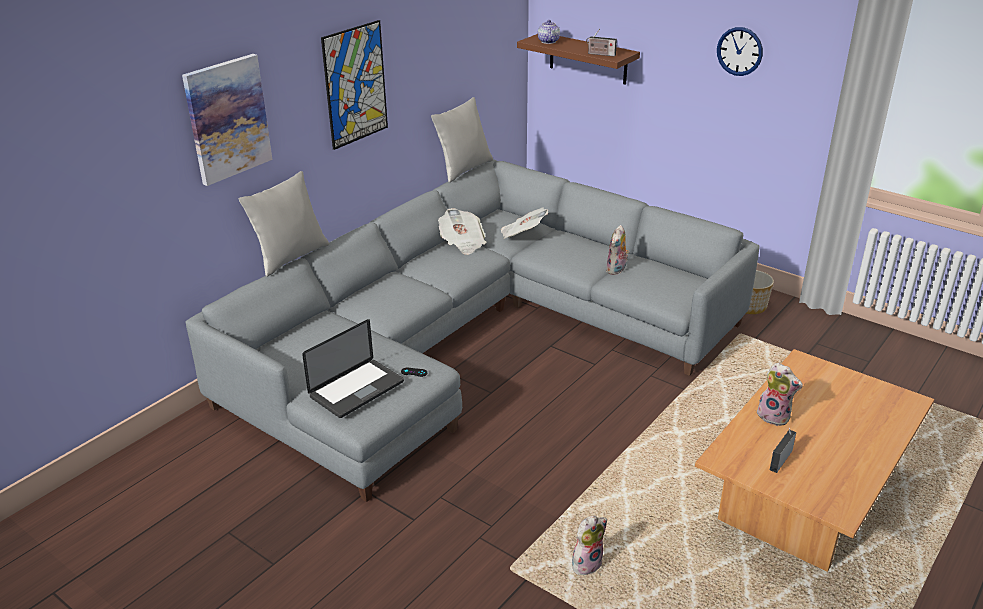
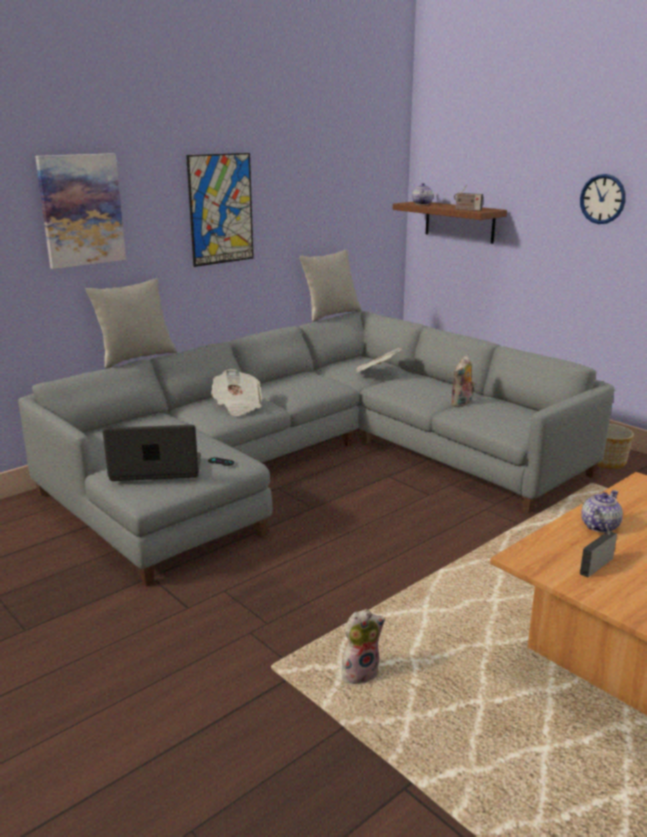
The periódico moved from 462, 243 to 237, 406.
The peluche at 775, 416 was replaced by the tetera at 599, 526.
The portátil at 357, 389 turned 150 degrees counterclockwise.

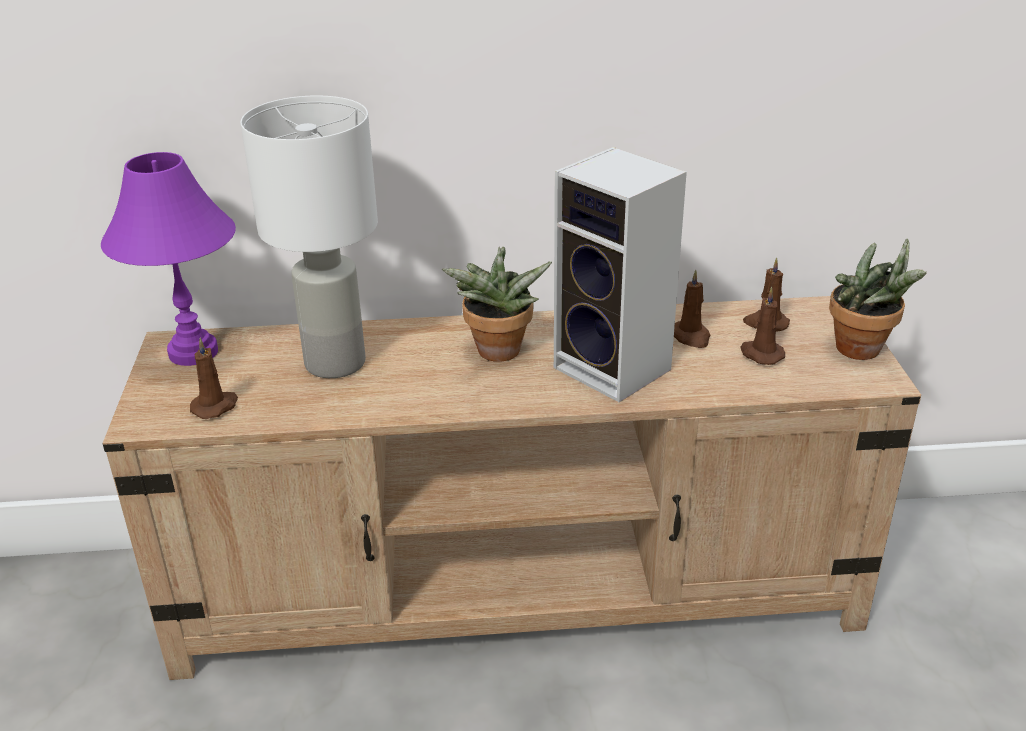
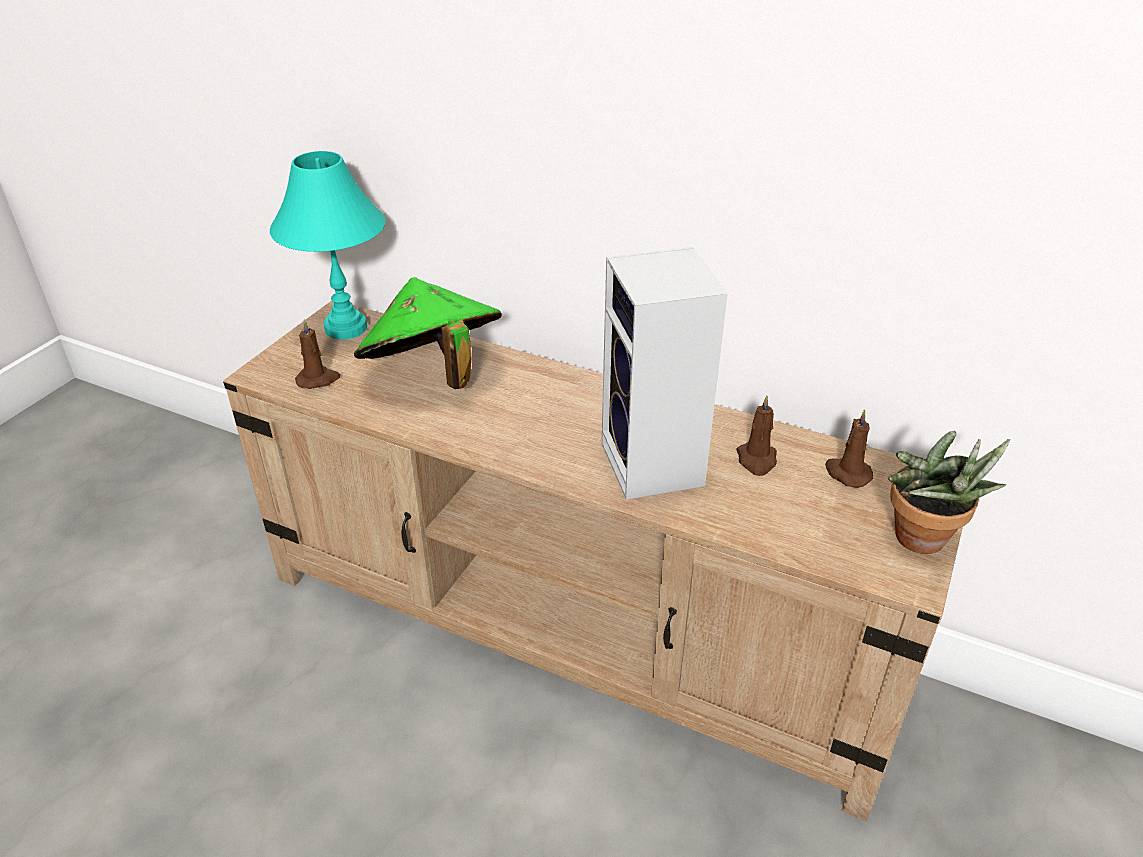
The planta en maceta at 498, 354 disappeared.
The vela [marrón] at 760, 354 disappeared.
The lámpara de mesa [blanco] at 334, 364 was replaced by the sombrero [verde] at 433, 375.
The lámpara de mesa [morado] at 193, 352 became the lámpara de mesa [turquesa] at 346, 327.

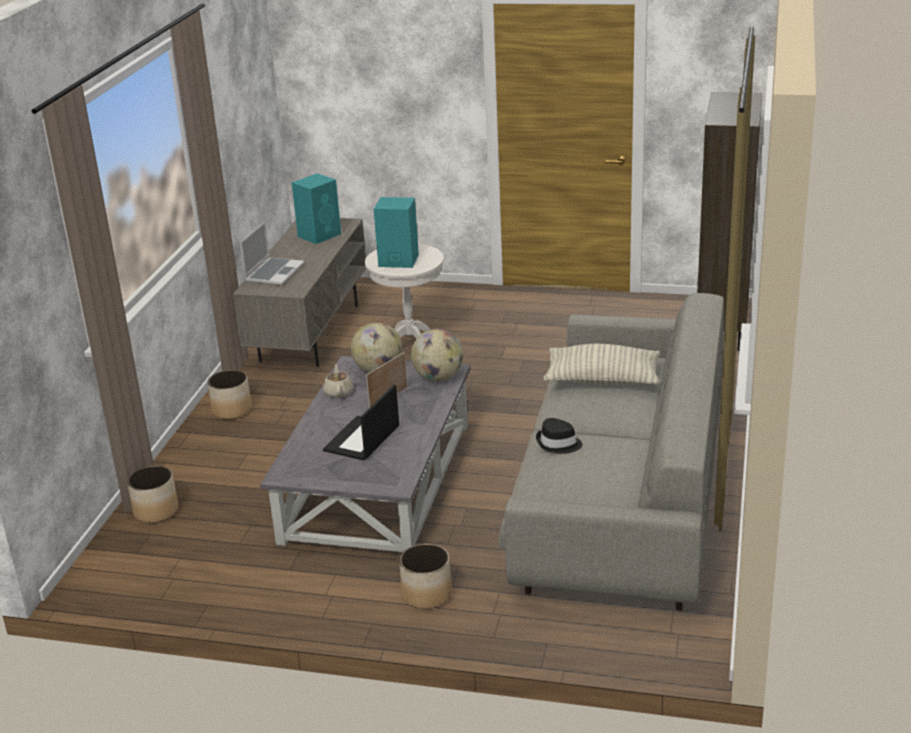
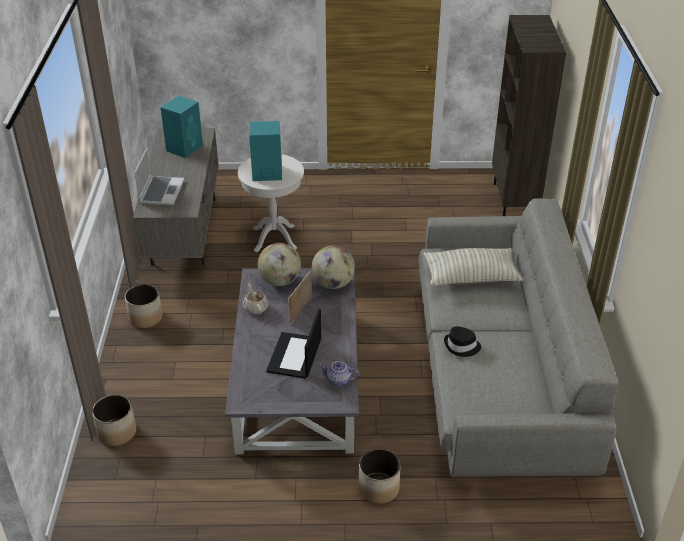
The tetera at 339, 380 appeared.

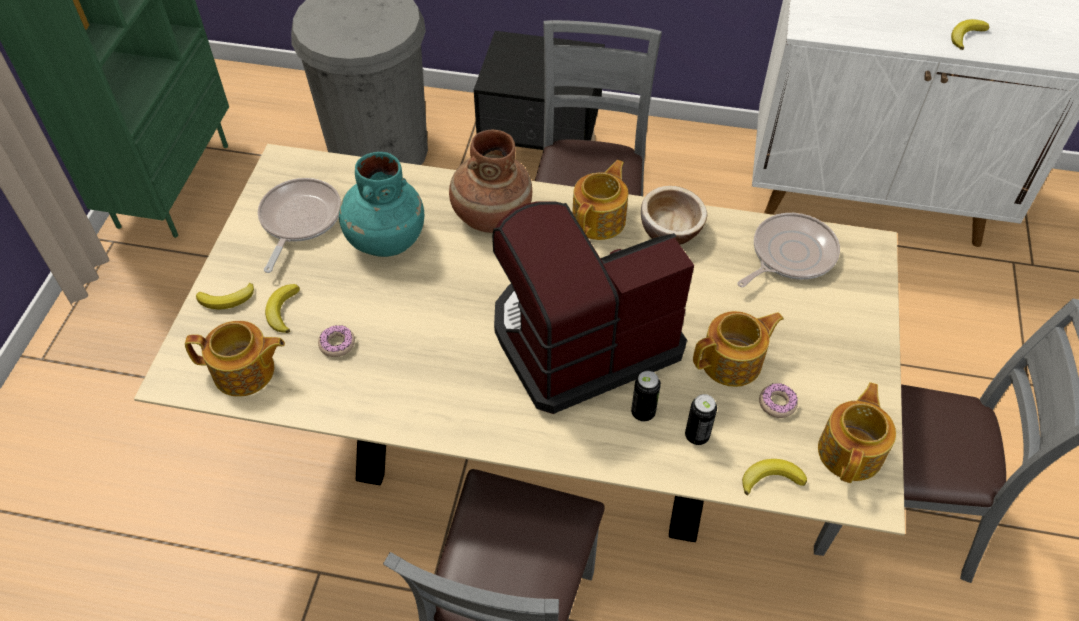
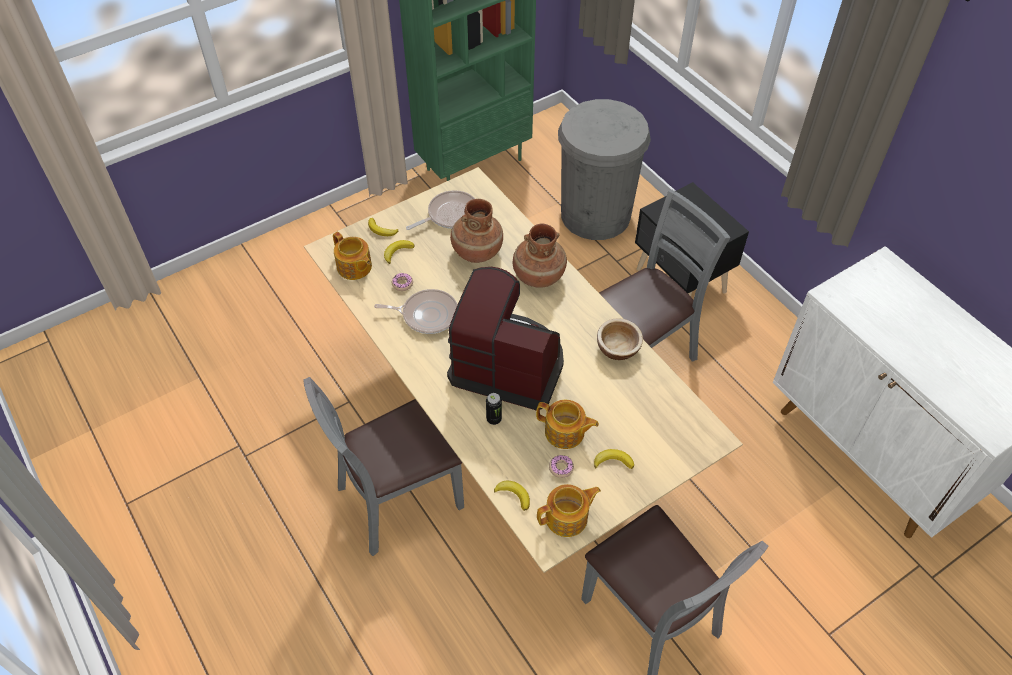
The tetera at 600, 219 disappeared.
The lata at 697, 436 disappeared.
The sartén moved from 789, 254 to 427, 315.
The plátano moved from 966, 36 to 613, 461.
The florero [turquesa] at 385, 239 became the florero [marrón] at 476, 251.

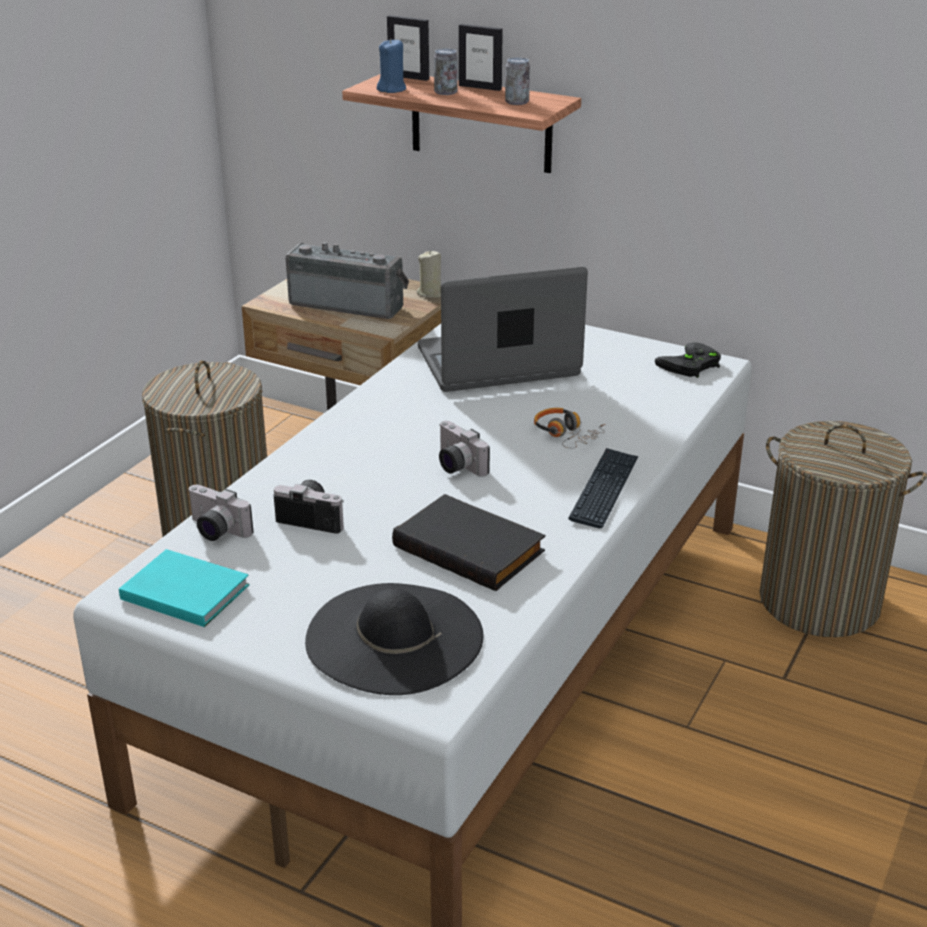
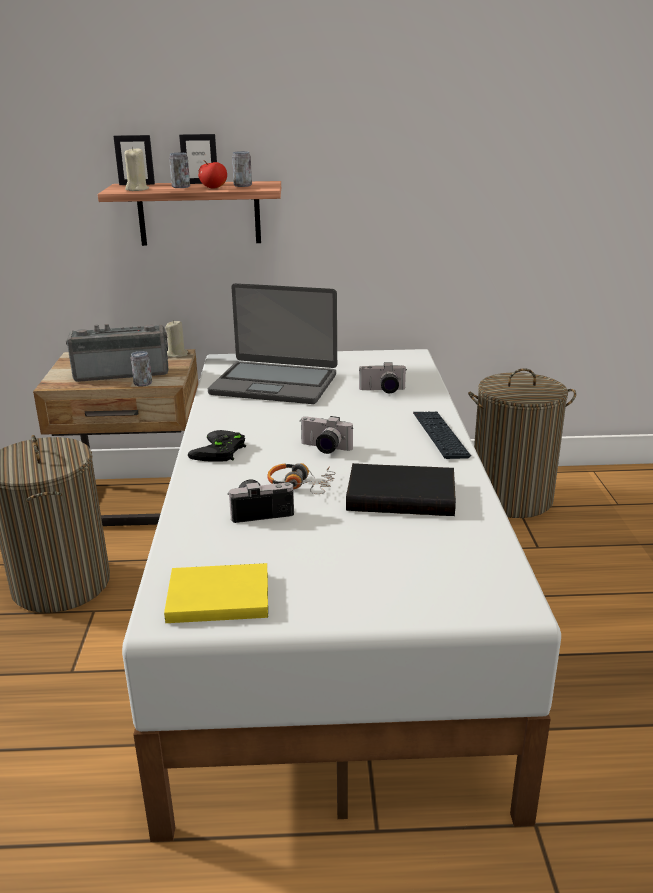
The sombrero [negro] at 394, 637 disappeared.
The lata at 143, 383 appeared.
The manzana at 213, 188 appeared.
The cámara moved from 215, 531 to 382, 391.
The auriculares moved from 567, 434 to 301, 484.
The mando de consola [negro] moved from 690, 365 to 220, 451.
The libro [turquesa] at 184, 590 became the libro [amarillo] at 216, 596.
The vela [azul] at 392, 89 became the vela [beis] at 137, 189.
The portátil at 498, 363 turned 120 degrees counterclockwise.

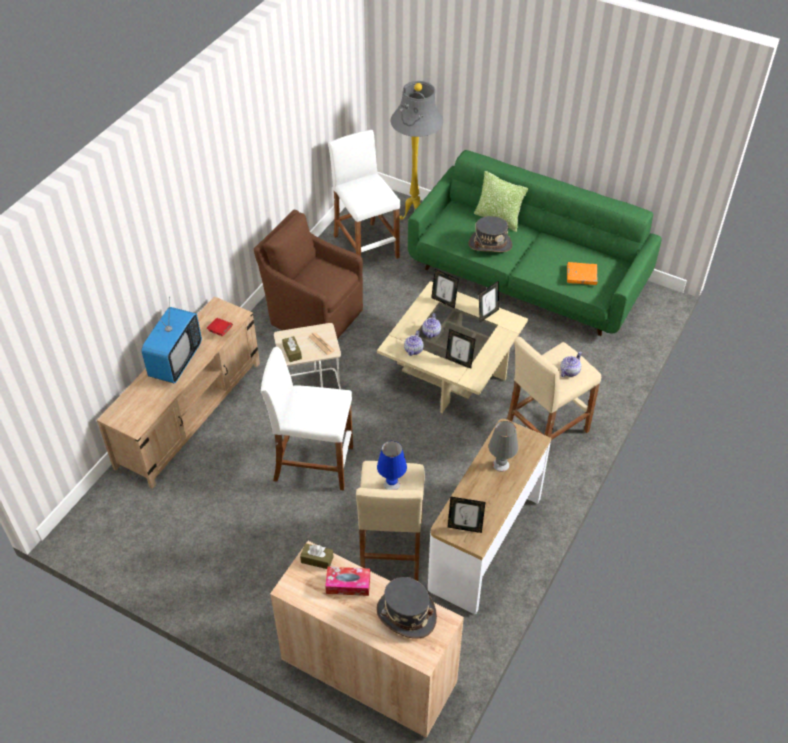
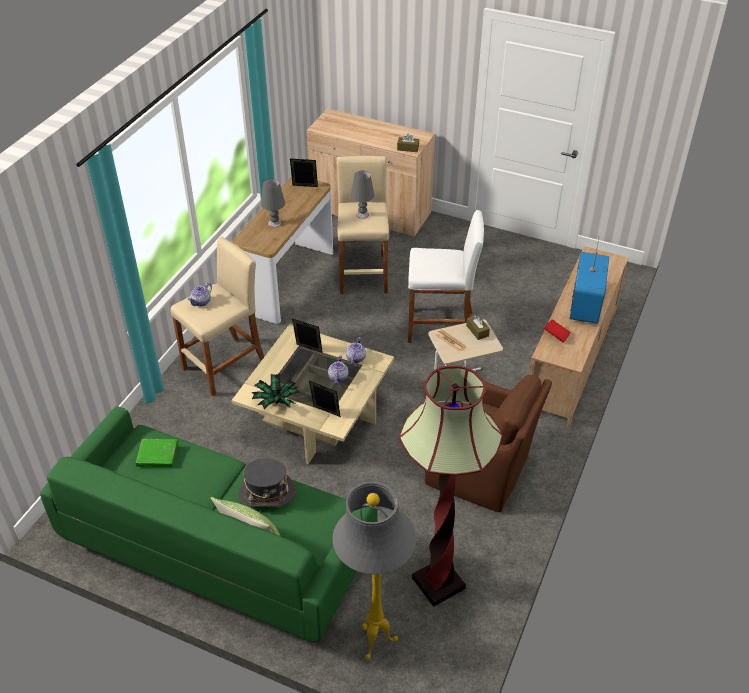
The caja de pañuelos at 348, 584 disappeared.
The sombrero [gris] at 406, 614 disappeared.
The taburete [blanco] at 365, 246 was replaced by the lámpara de pie at 438, 583.
The portarretratos at 487, 314 was replaced by the planta en maceta at 276, 401.
The lámpara de mesa [azul] at 391, 484 became the lámpara de mesa [gris] at 362, 214.
The libro [naranja] at 581, 275 became the libro [verde] at 157, 455.

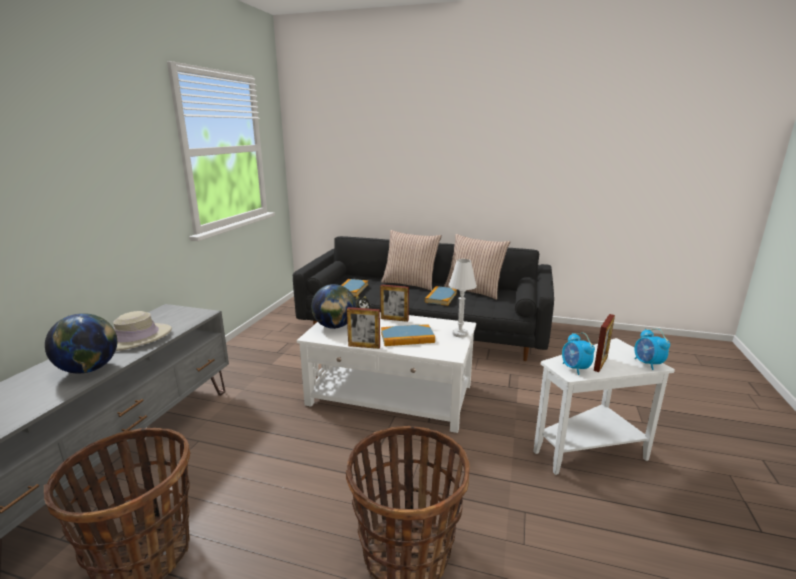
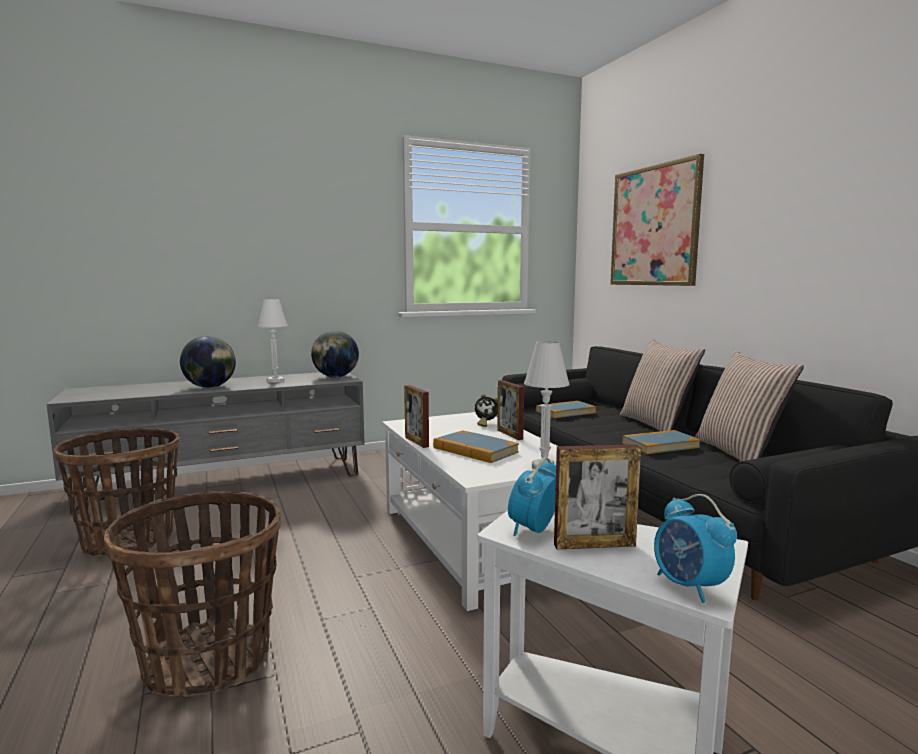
The cuadro at 654, 226 appeared.
The globo terráqueo moved from 334, 326 to 335, 377.
The sombrero [beis] at 136, 337 was replaced by the lámpara de mesa [blanco] at 275, 381.
The despertador at 647, 364 turned 60 degrees counterclockwise.

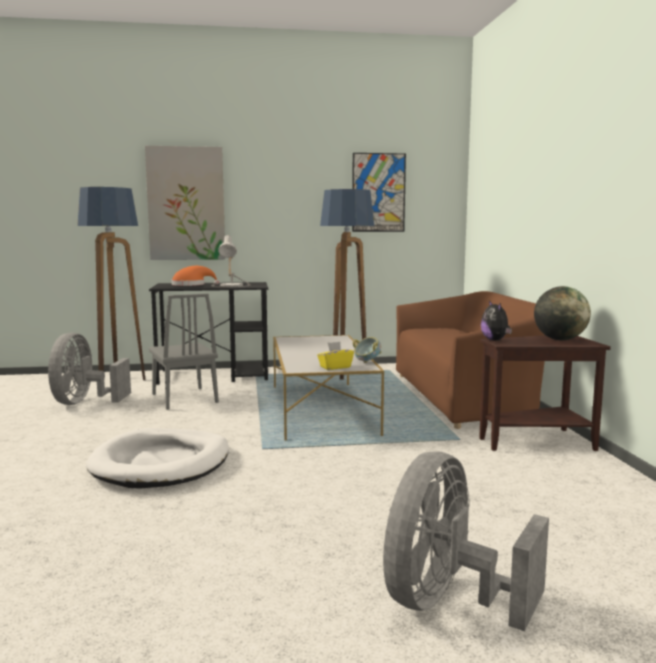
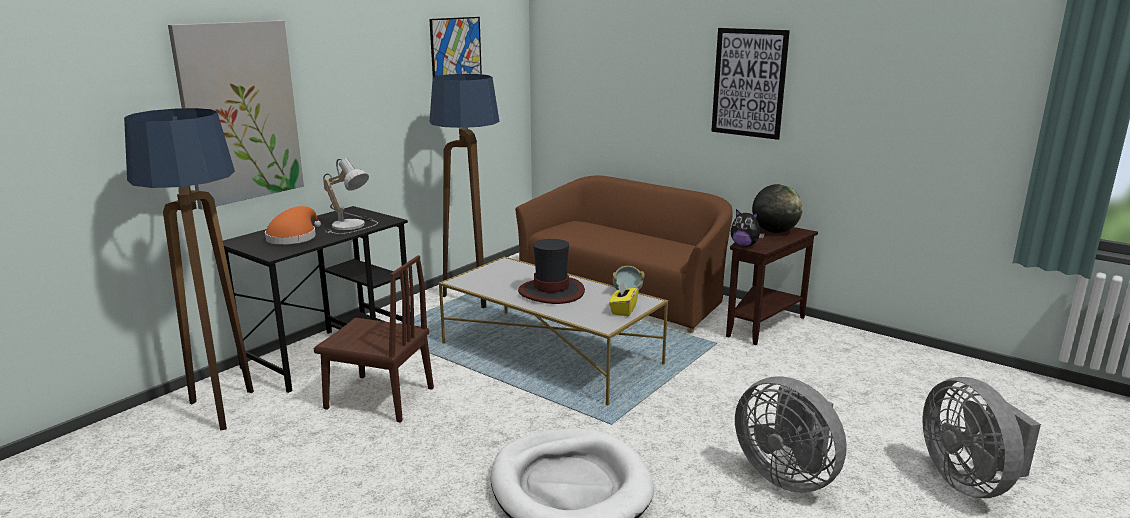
The sombrero at 551, 292 appeared.
The cuadro at 749, 83 appeared.
The ventilador [gris] moved from 84, 403 to 787, 475.
The silla [gris] at 184, 398 became the silla [marrón] at 379, 398.

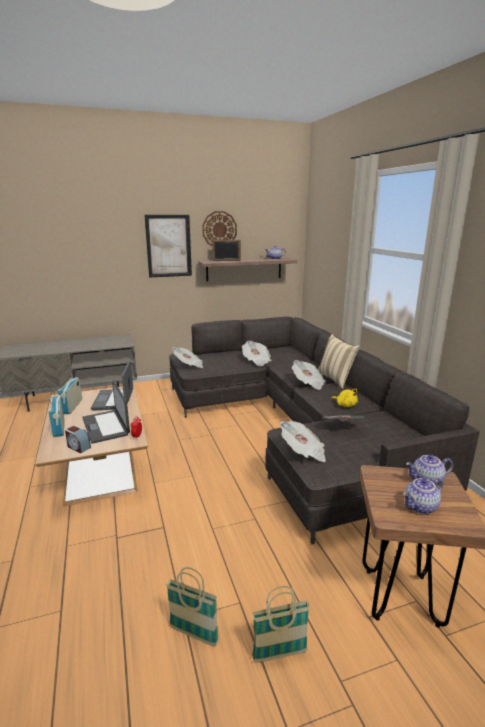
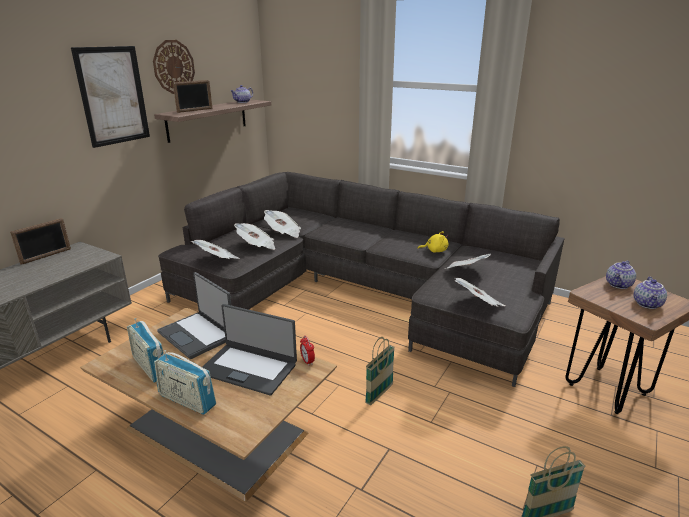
The despertador at 78, 447 disappeared.
The cojín [beis] at 336, 379 disappeared.
The portarretratos at 46, 256 appeared.
The cesta moved from 279, 654 to 379, 394.
The periódico moved from 308, 383 to 257, 246.

